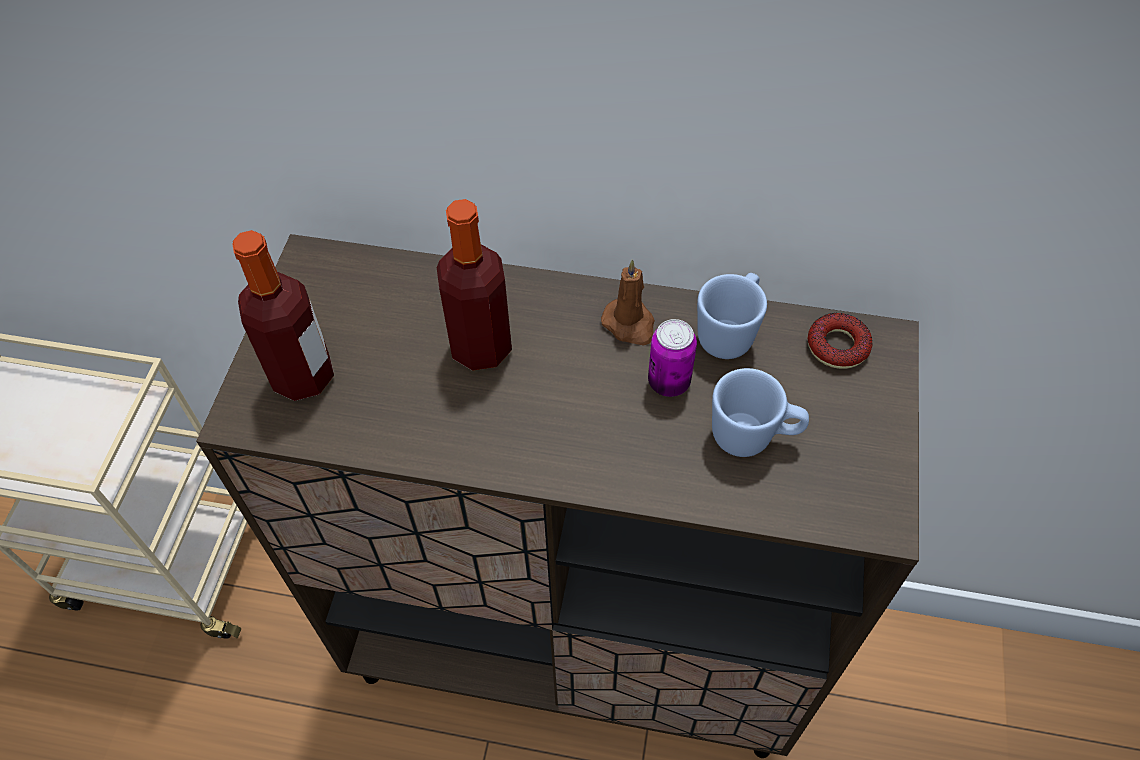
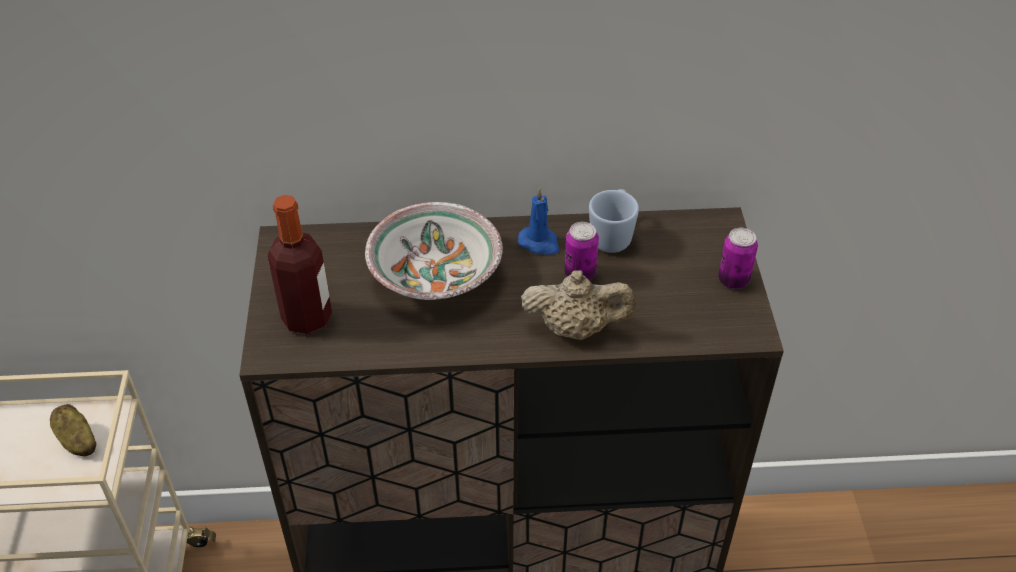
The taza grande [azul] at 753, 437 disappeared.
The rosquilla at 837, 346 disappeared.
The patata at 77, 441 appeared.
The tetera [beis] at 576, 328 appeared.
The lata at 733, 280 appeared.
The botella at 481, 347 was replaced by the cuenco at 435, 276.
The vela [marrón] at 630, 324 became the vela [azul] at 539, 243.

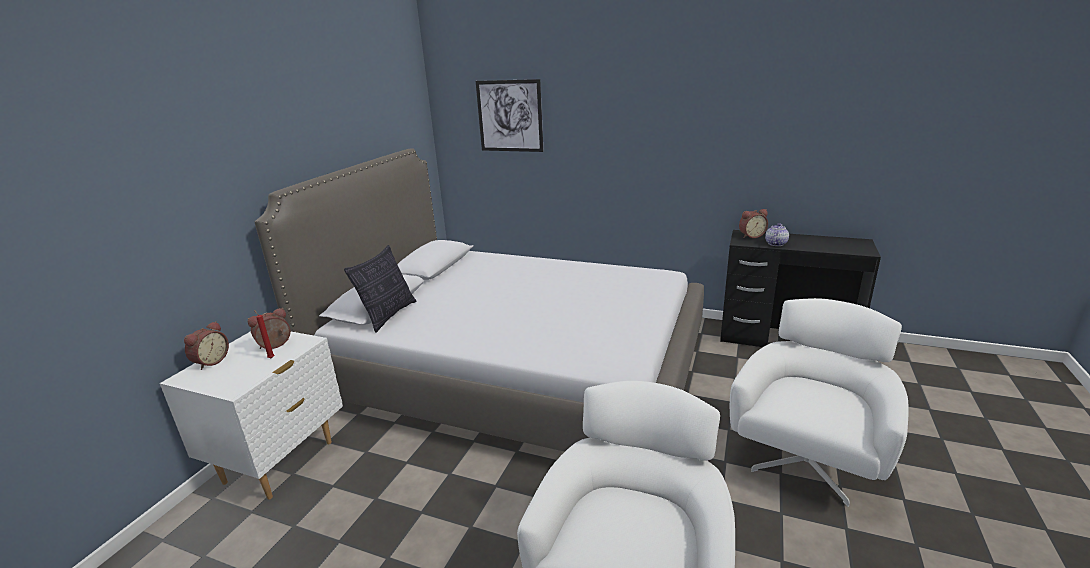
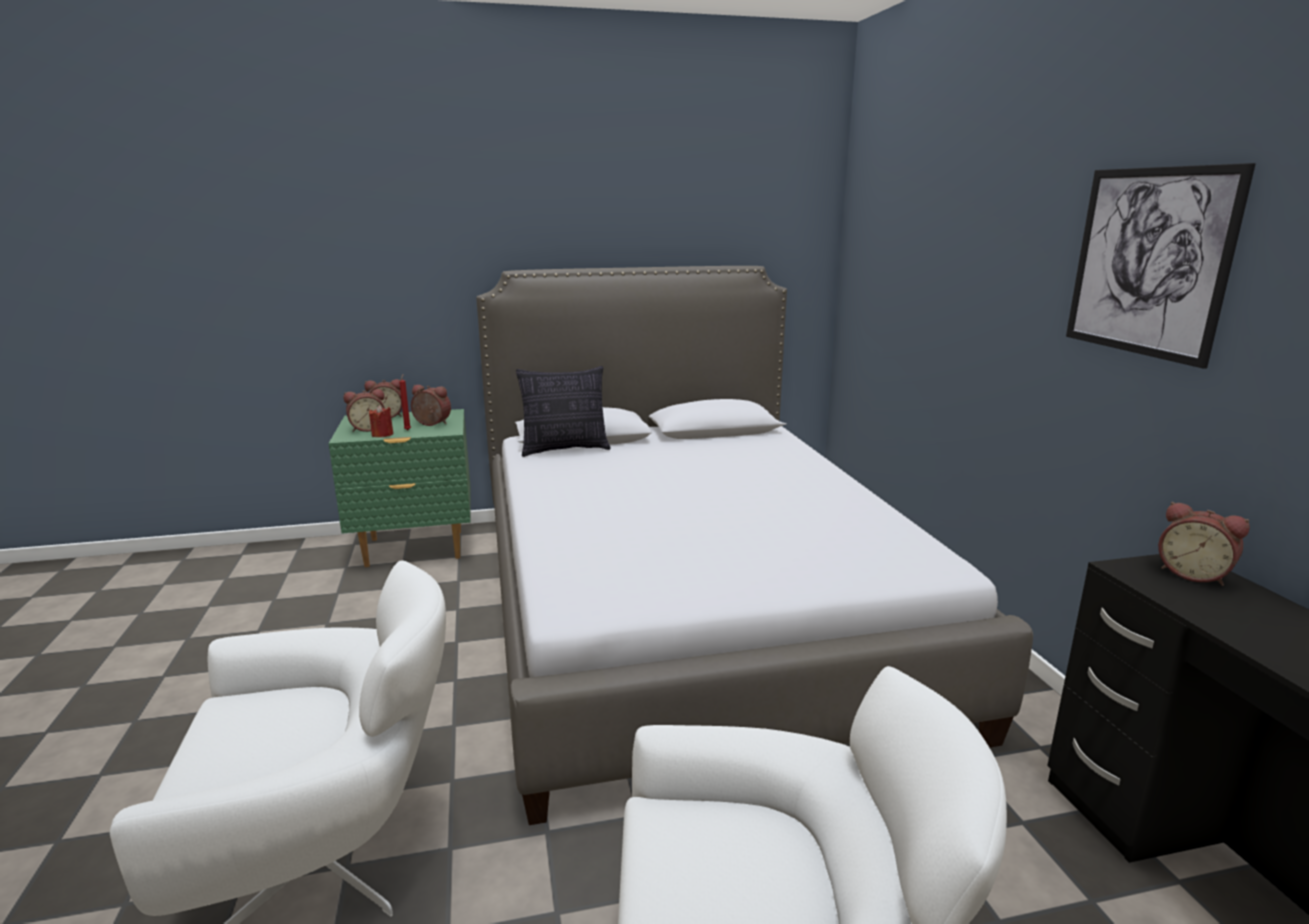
The tetera at 775, 243 disappeared.
The despertador at 368, 428 appeared.
The vela [rojo] at 382, 434 appeared.
The cuadro moved from 510, 116 to 1148, 262.
The mesita de noche [blanco] at 280, 462 became the mesita de noche [verde] at 415, 549.

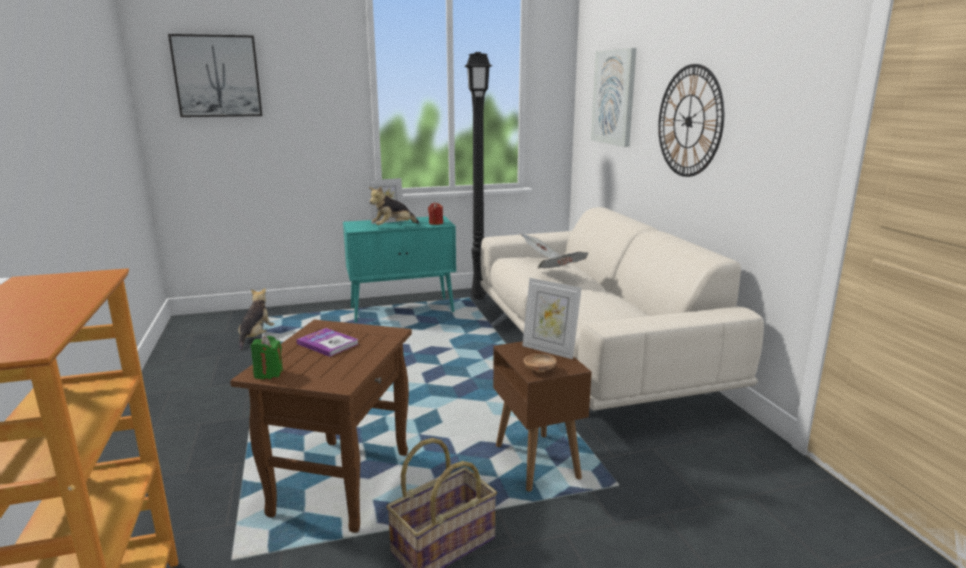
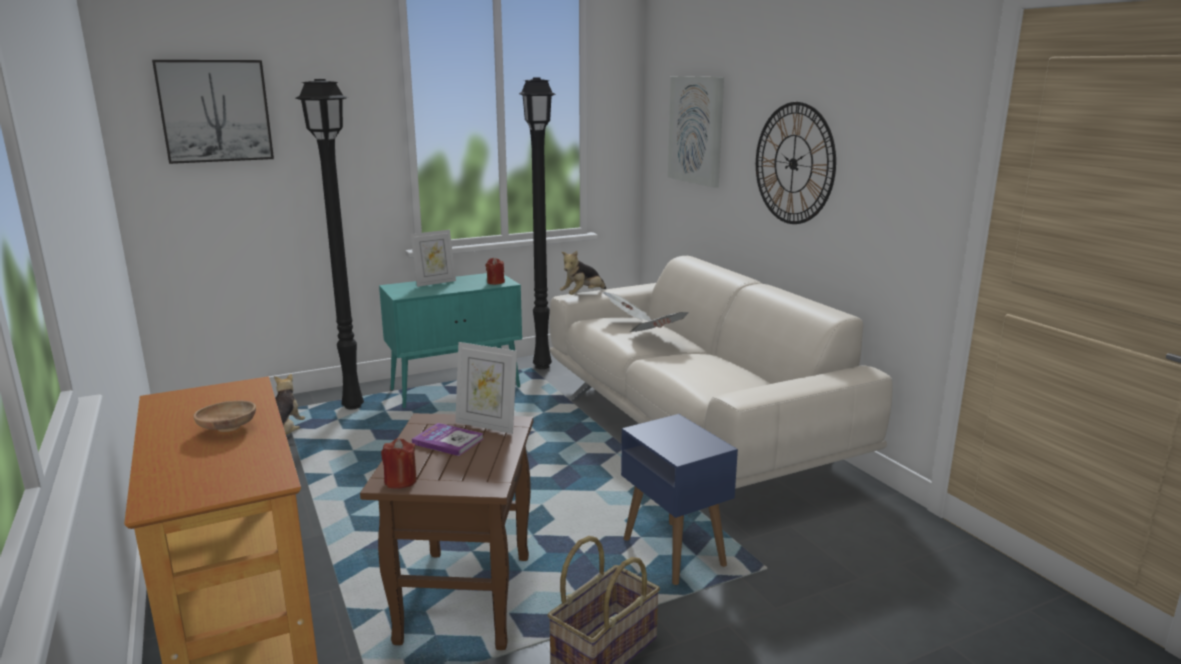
The lámpara de pie [negro] at 353, 406 appeared.
The peluche moved from 393, 227 to 583, 295.
The portarretratos moved from 549, 350 to 487, 425.
The cuenco [marrón] moved from 539, 370 to 227, 429.
The vela [verde] at 268, 373 became the vela [rojo] at 400, 481.
The mesa auxiliar [marrón] at 536, 461 became the mesa auxiliar [azul] at 672, 552.

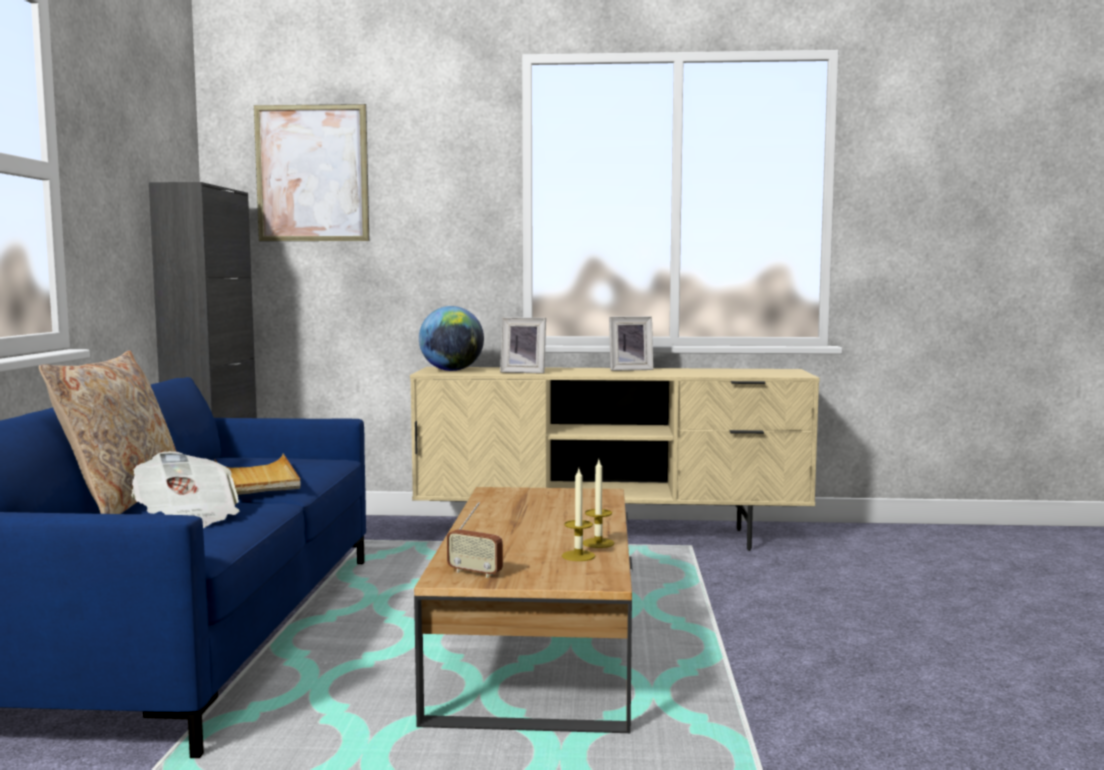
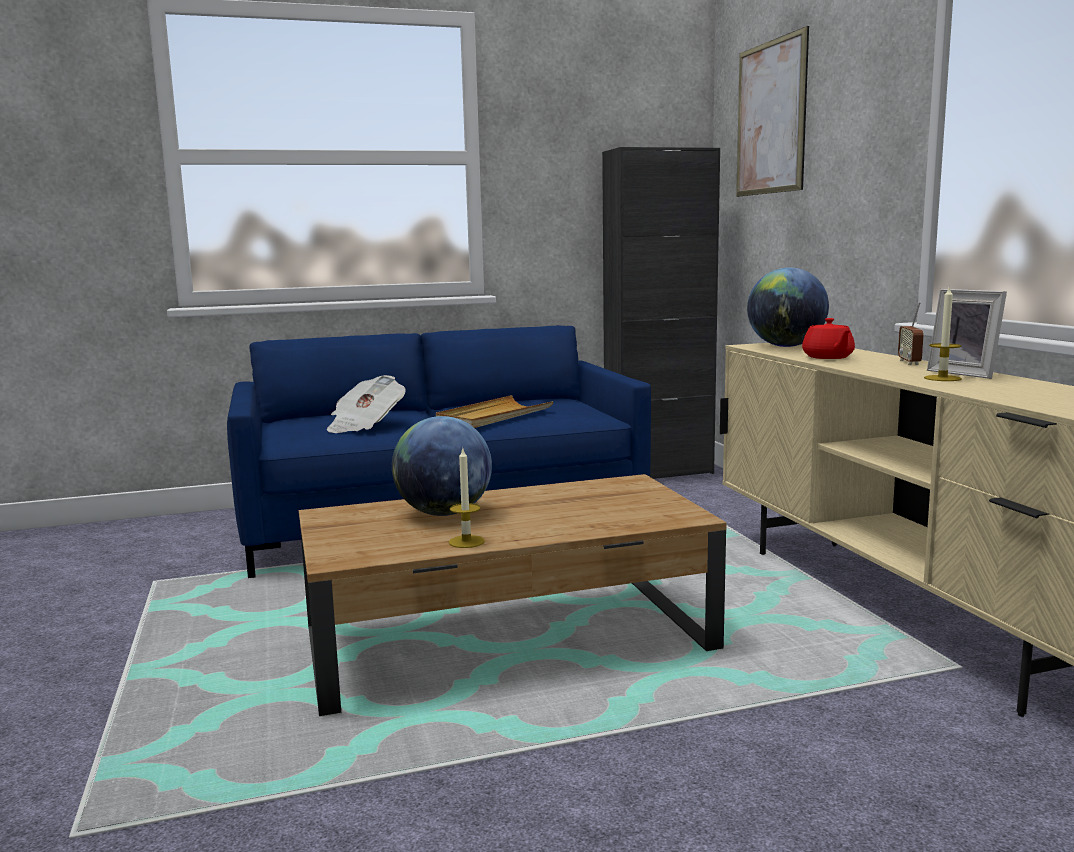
The cojín [beis] at 123, 502 disappeared.
The globo terráqueo at 444, 513 appeared.
The radio moved from 475, 573 to 909, 362.
The vela moved from 578, 556 to 942, 378.
The portarretratos at 524, 372 was replaced by the tetera [rojo] at 828, 357.

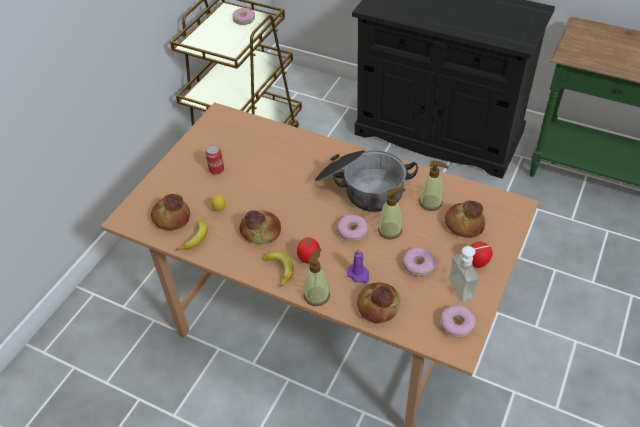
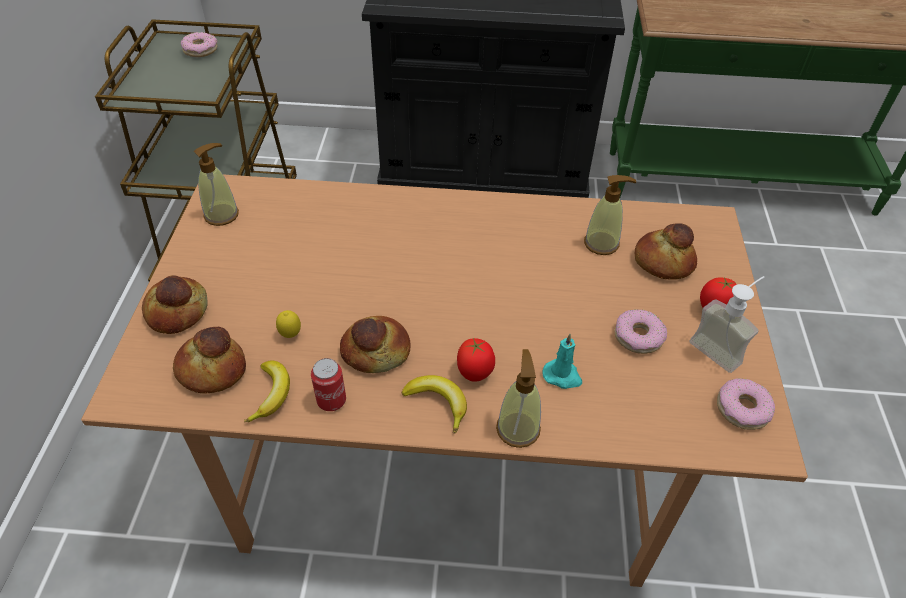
The olla at 362, 189 disappeared.
The rosquilla at 352, 231 disappeared.
The lata moved from 216, 170 to 331, 400.
The pan moved from 378, 306 to 177, 311.
The dispensador de jabón moved from 390, 230 to 222, 215.
The vela [morado] at 359, 275 became the vela [turquesa] at 562, 376.

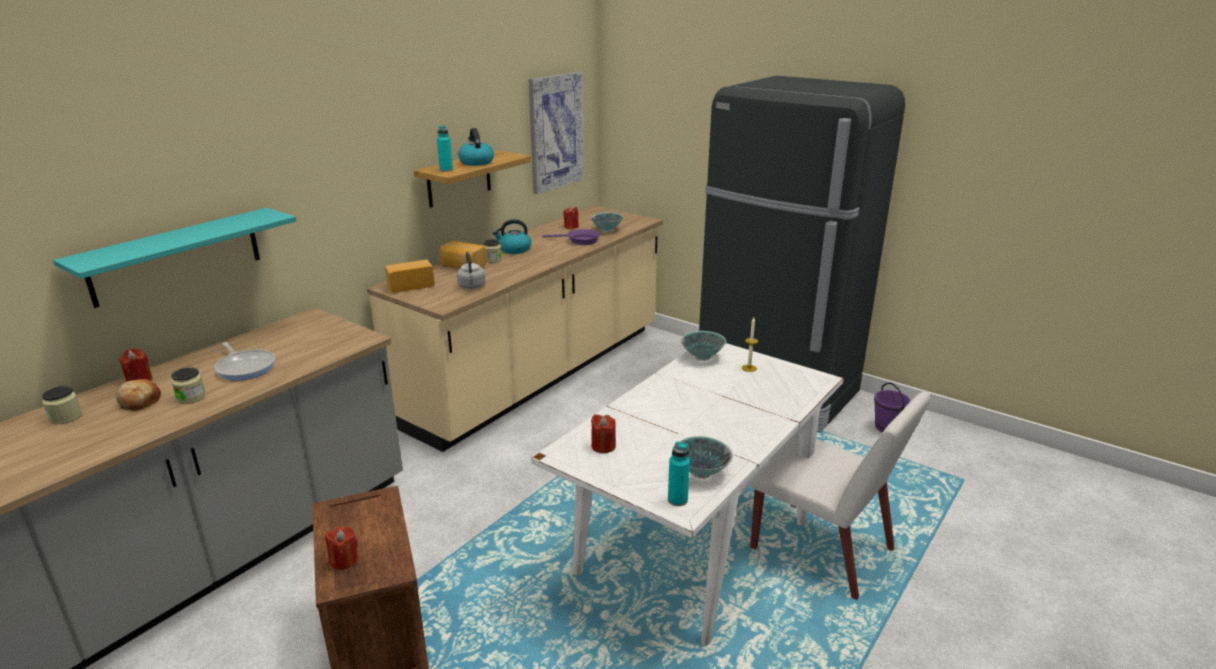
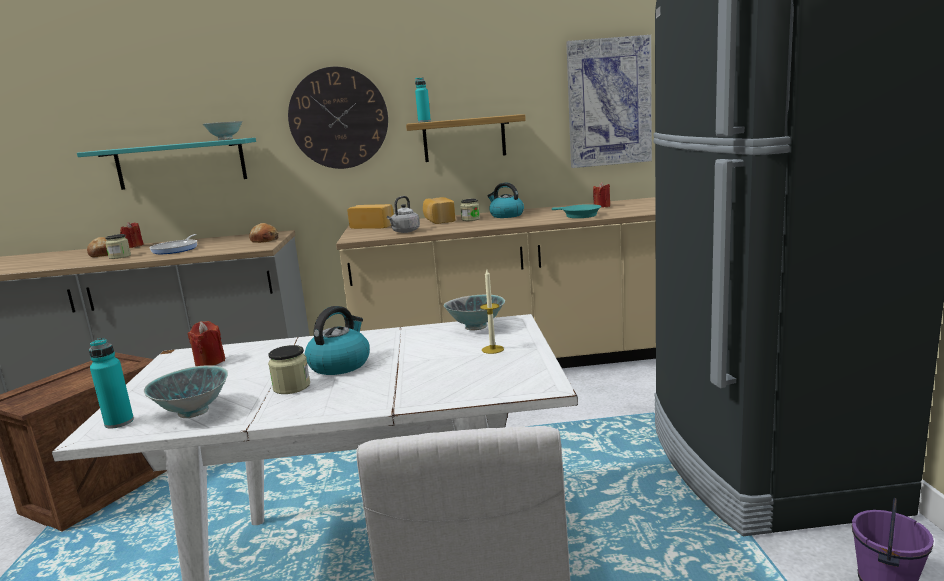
The vela [rojo] at 344, 560 disappeared.
The pan at 265, 240 appeared.
The reloj de pared at 338, 118 appeared.
The tarro moved from 66, 417 to 291, 387.
The hervidor moved from 476, 162 to 340, 364.
The cuenco moved from 607, 230 to 225, 139.
The sartén [morado] at 580, 241 became the sartén [turquesa] at 578, 215.

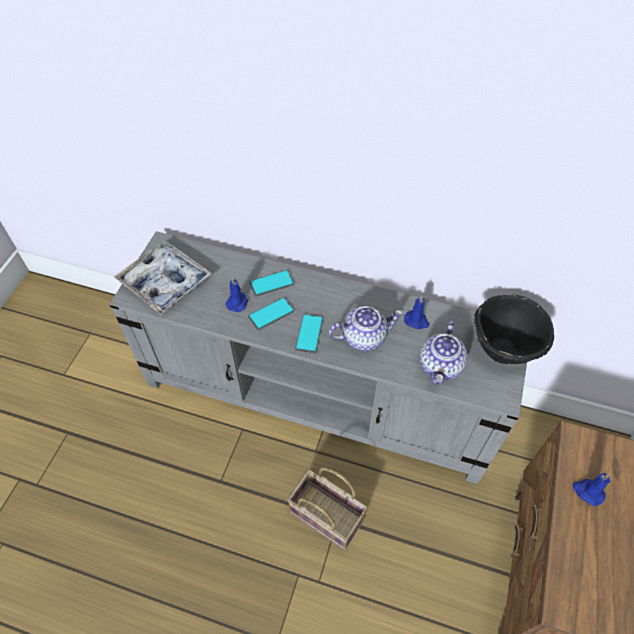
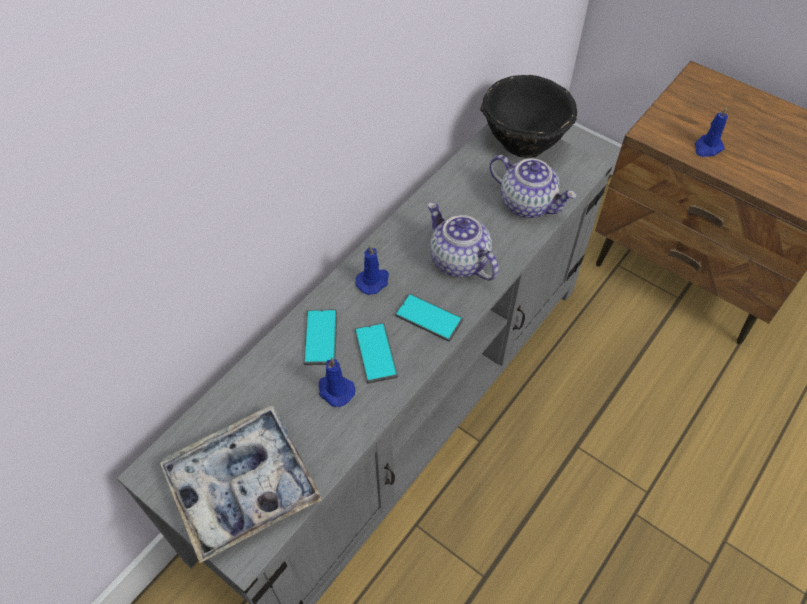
The cesta at 328, 516 disappeared.
The vela [azul] moved from 416, 321 to 373, 281.
The tetera at 364, 337 turned 45 degrees counterclockwise.

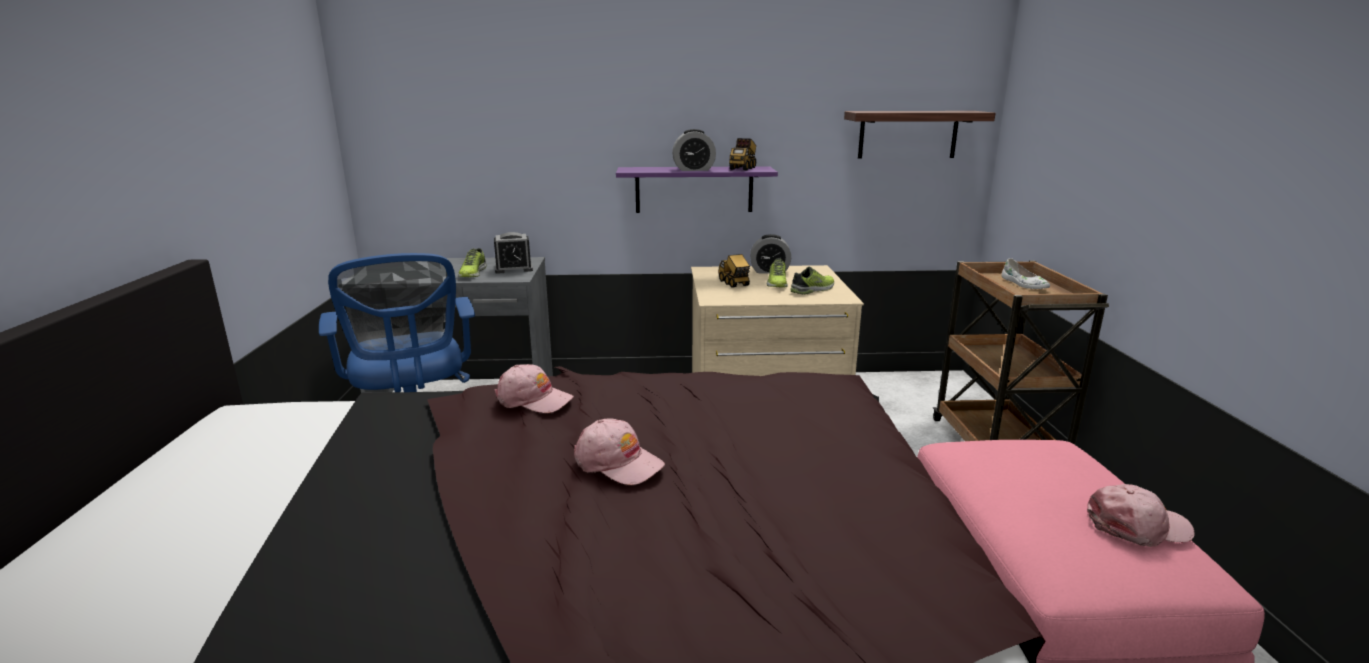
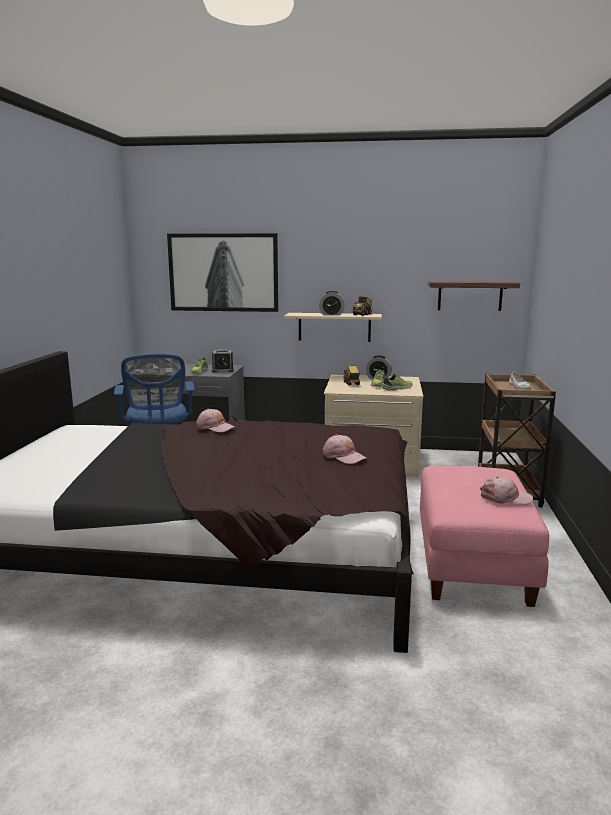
The cuadro at 223, 272 appeared.
The gorra [rosa] moved from 618, 462 to 343, 456.
The estante [morado] at 694, 189 became the estante [beis] at 334, 327.

